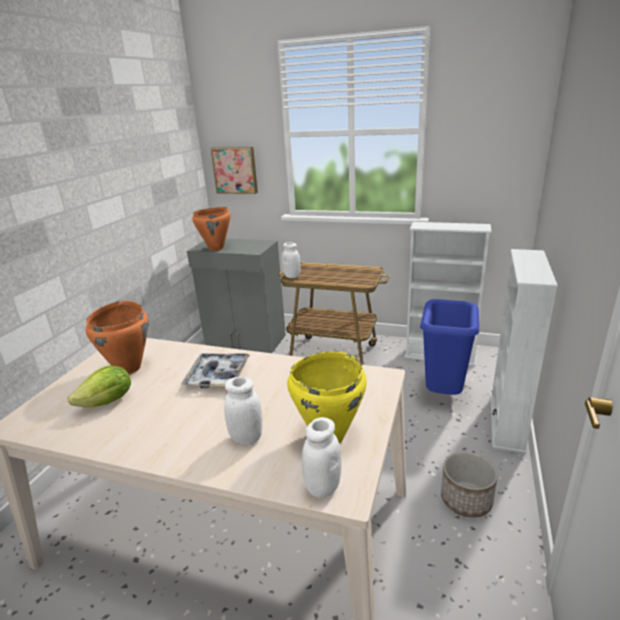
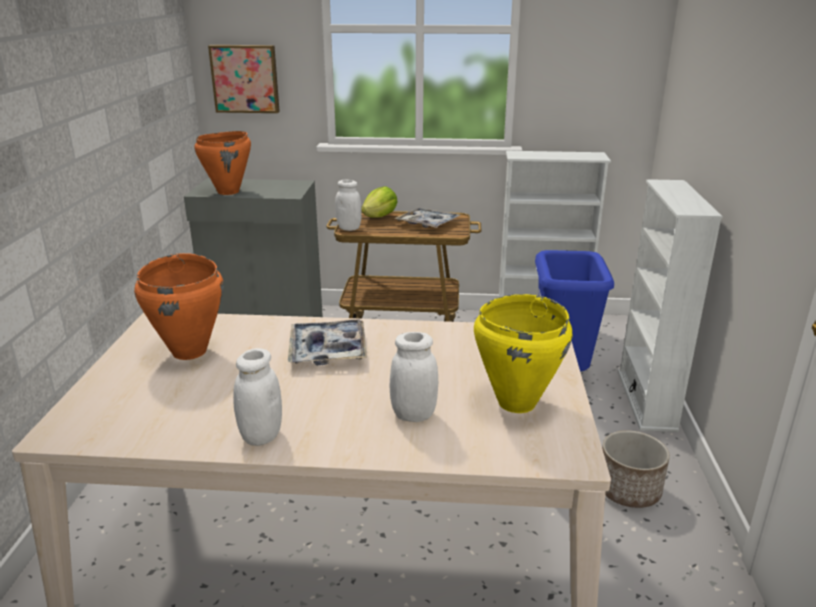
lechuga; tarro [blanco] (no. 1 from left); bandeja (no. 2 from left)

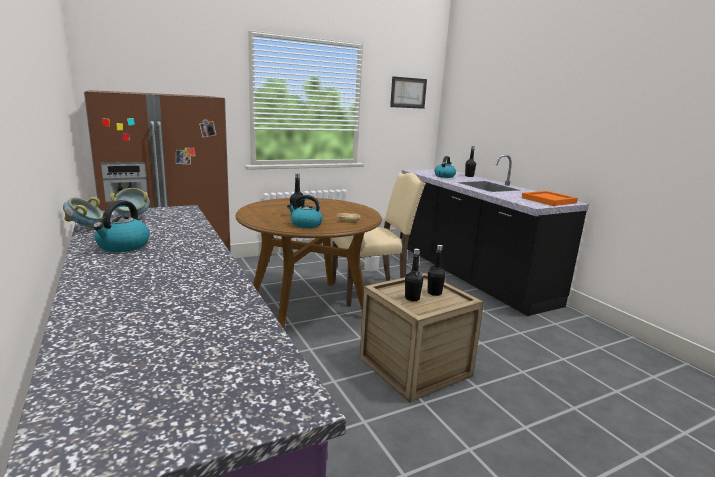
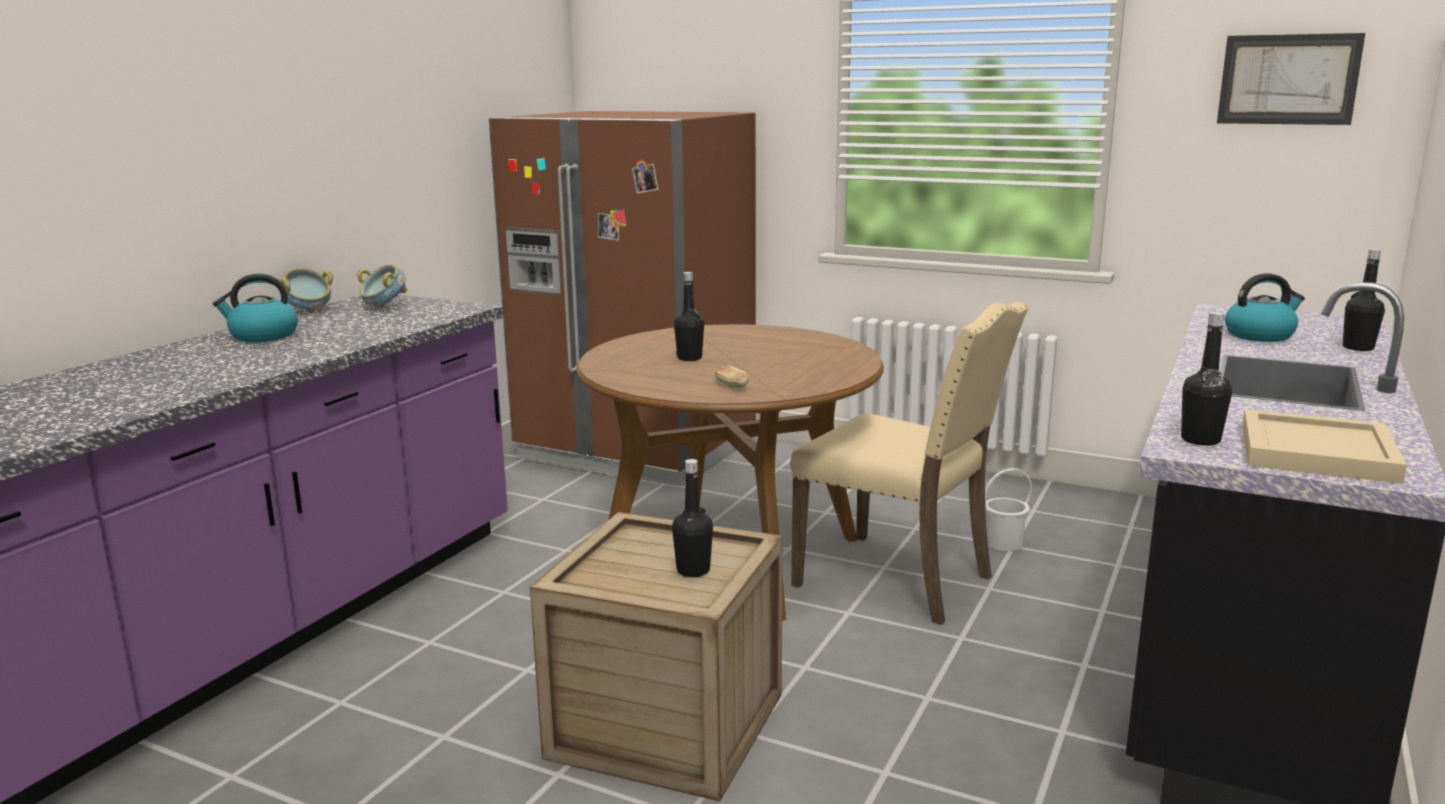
bandeja [beis]; hervidor (no. 2 from left in the first image); botella [negro] (no. 3 from left)

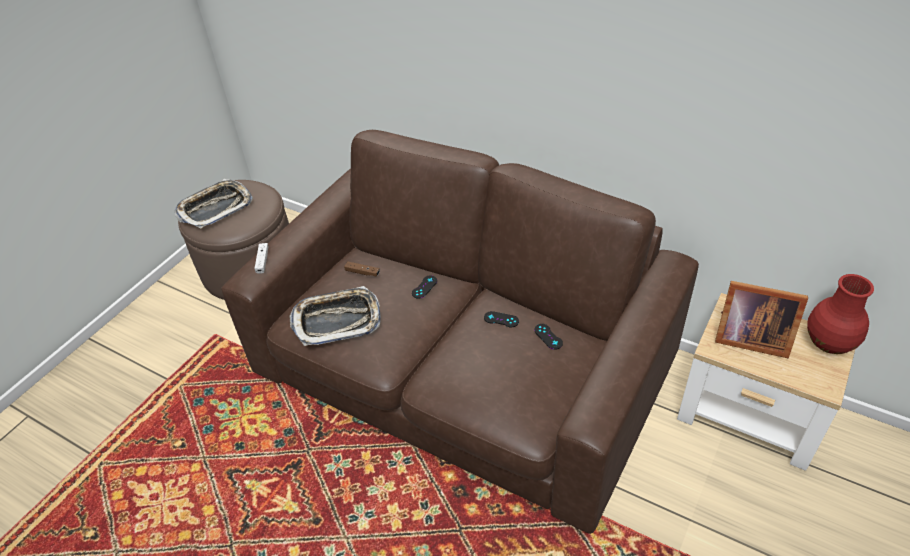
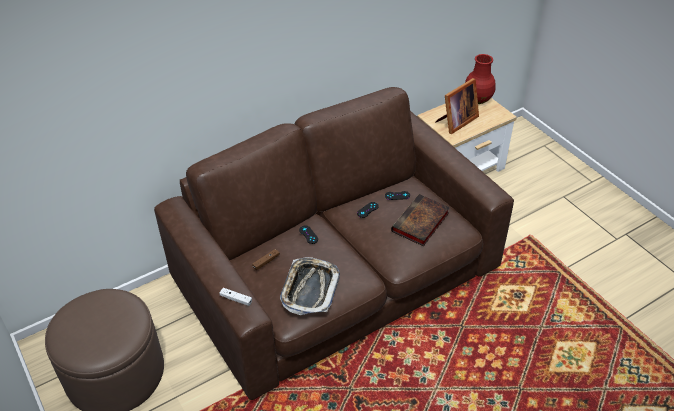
bandeja (no. 1 from left in the first image); libro

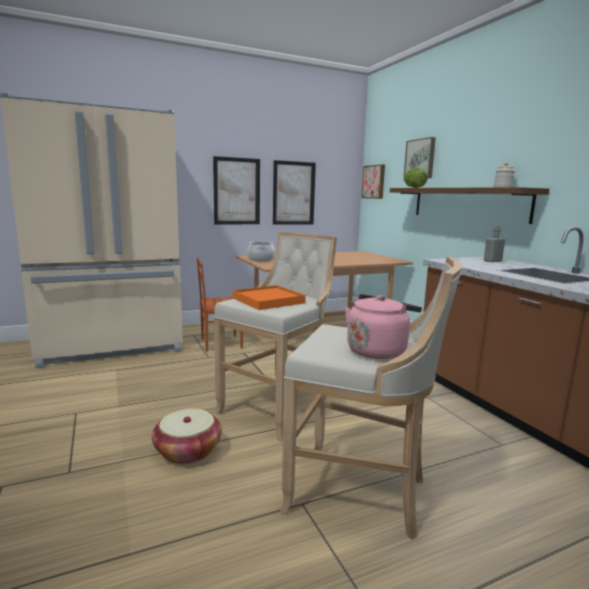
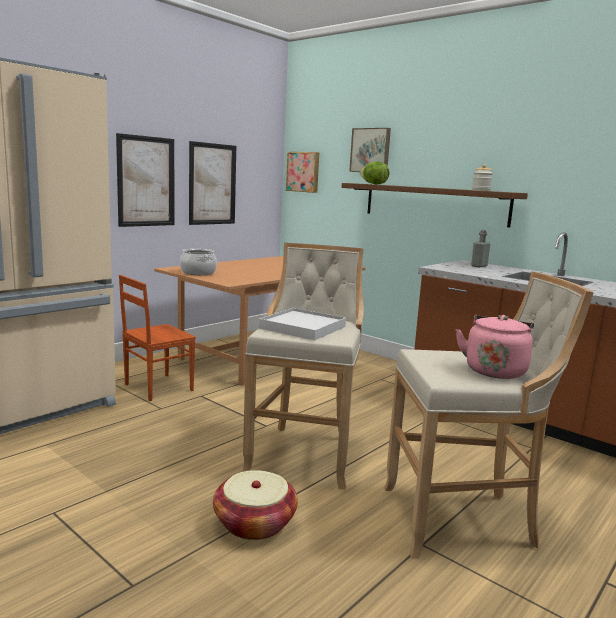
bandeja [blanco]

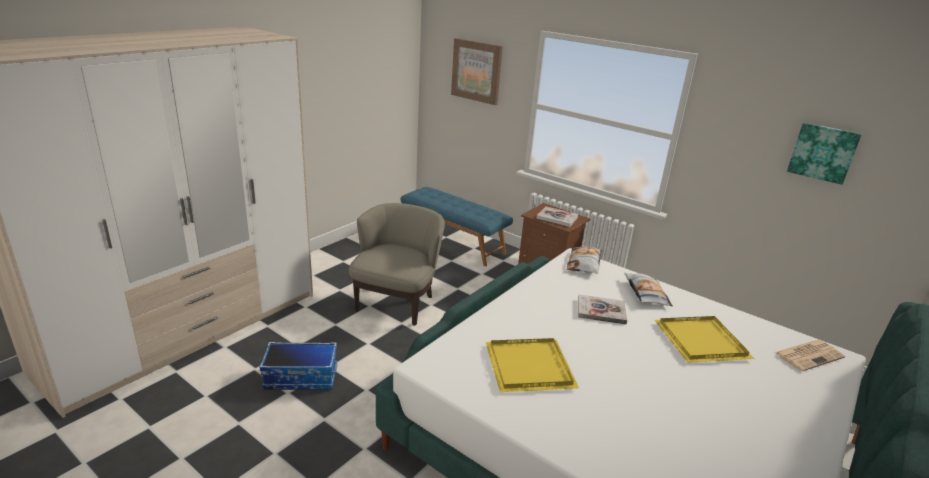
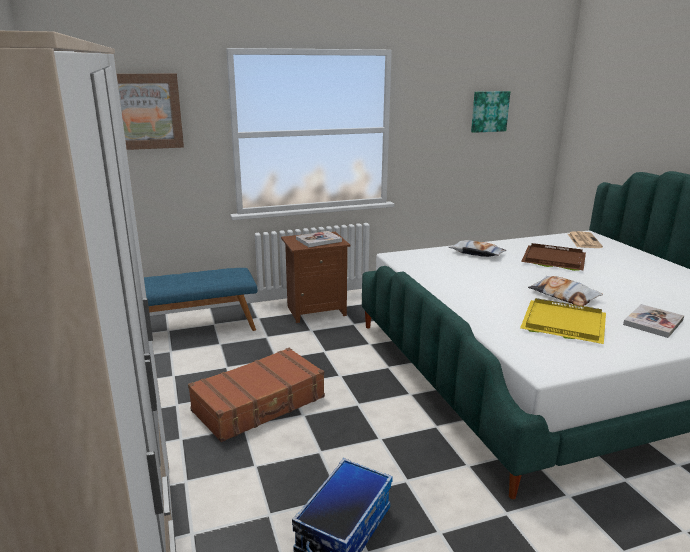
maleta [marrón]; cojín (no. 2 from left); libro (no. 2 from left); bandeja [marrón]

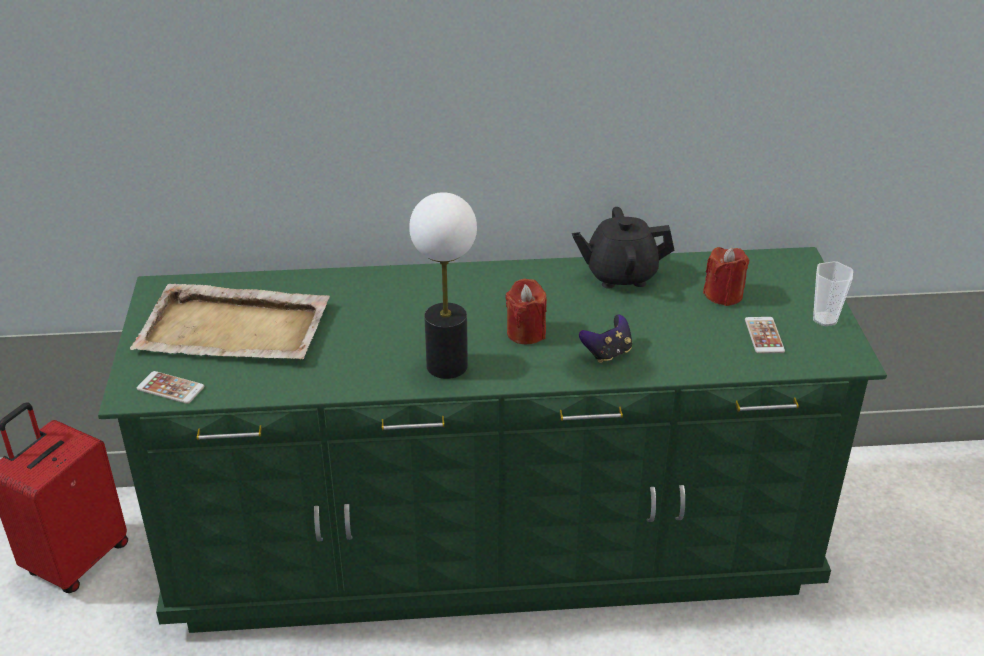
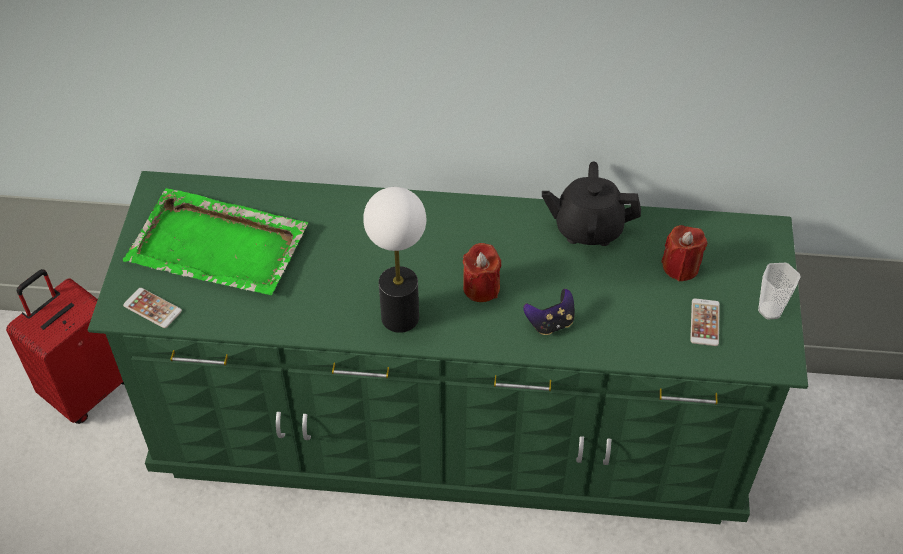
bandeja [verde]

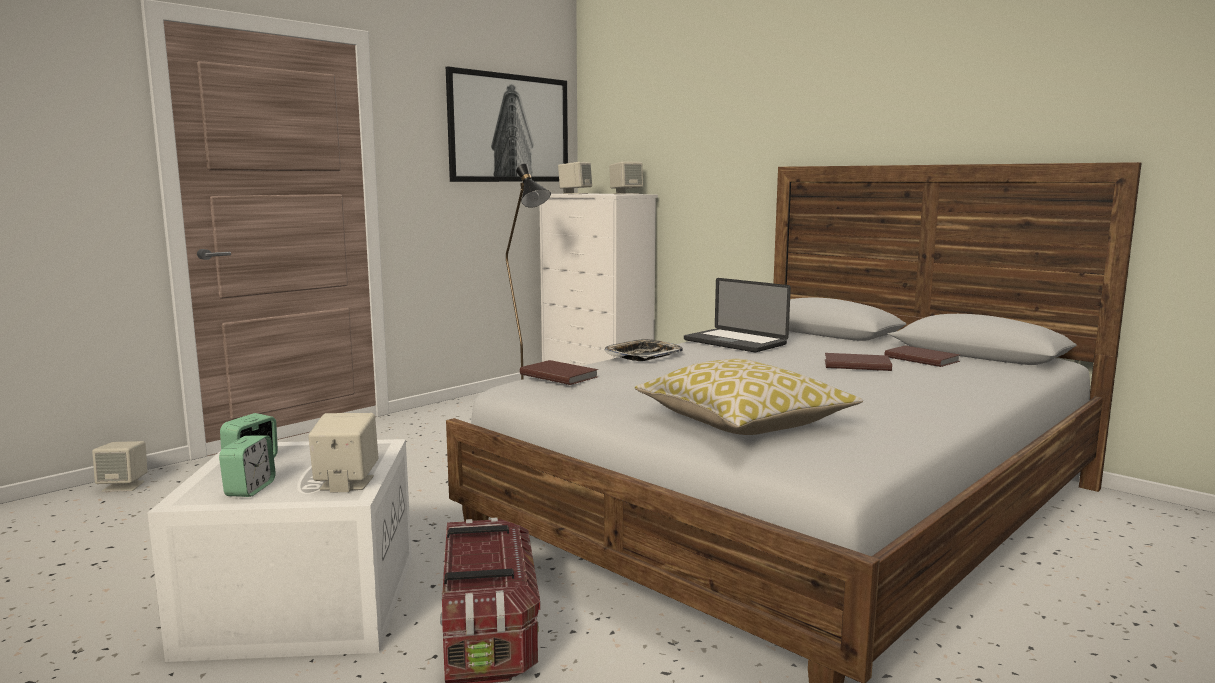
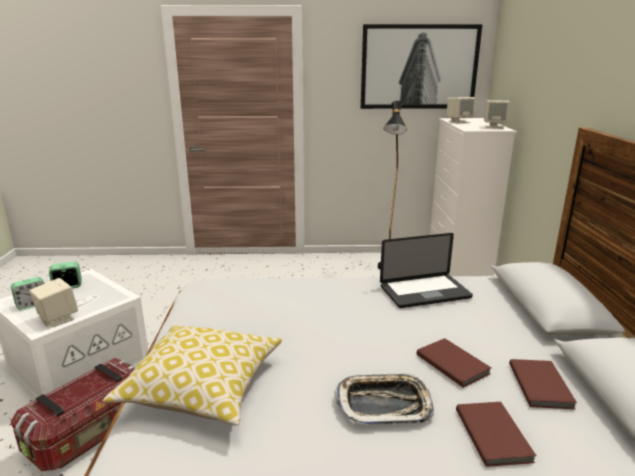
portátil; bandeja; libro [marrón] (no. 2 from left); altavoz [beis] (no. 1 from left in the first image)

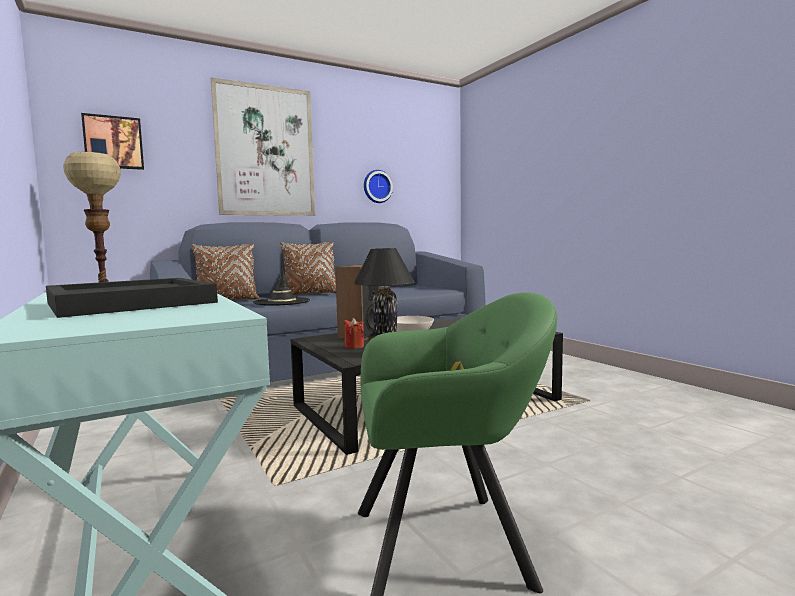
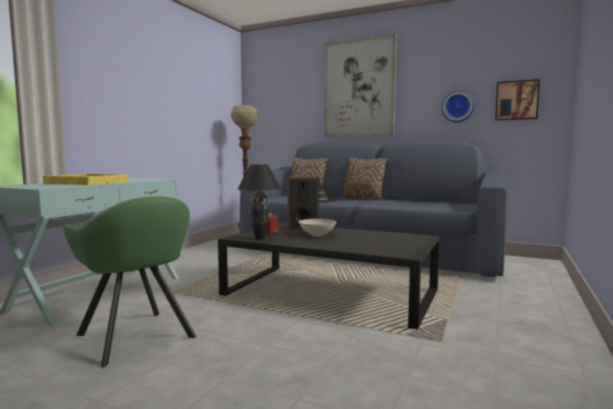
cuadro (no. 2 from left); bandeja [amarillo]

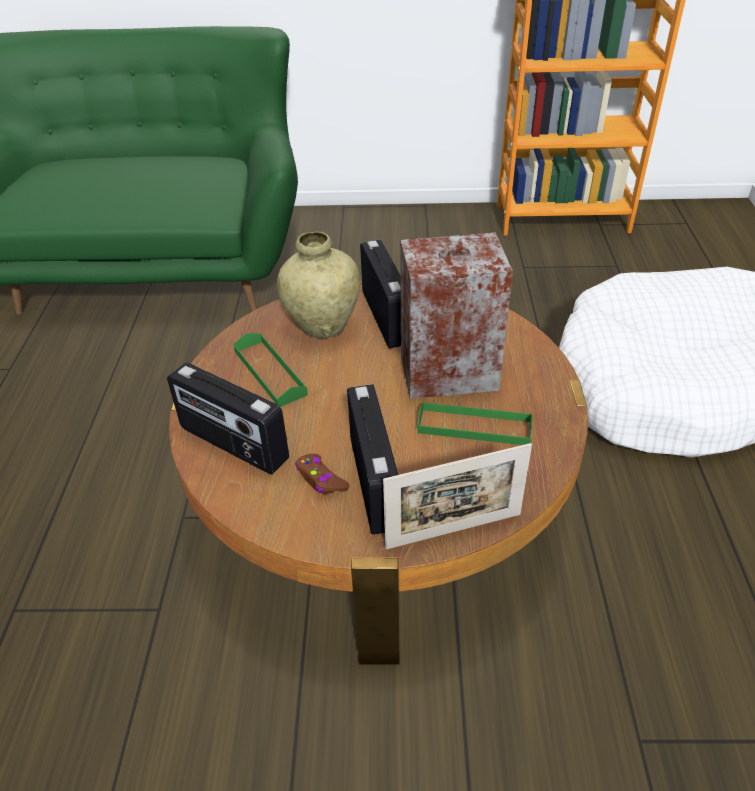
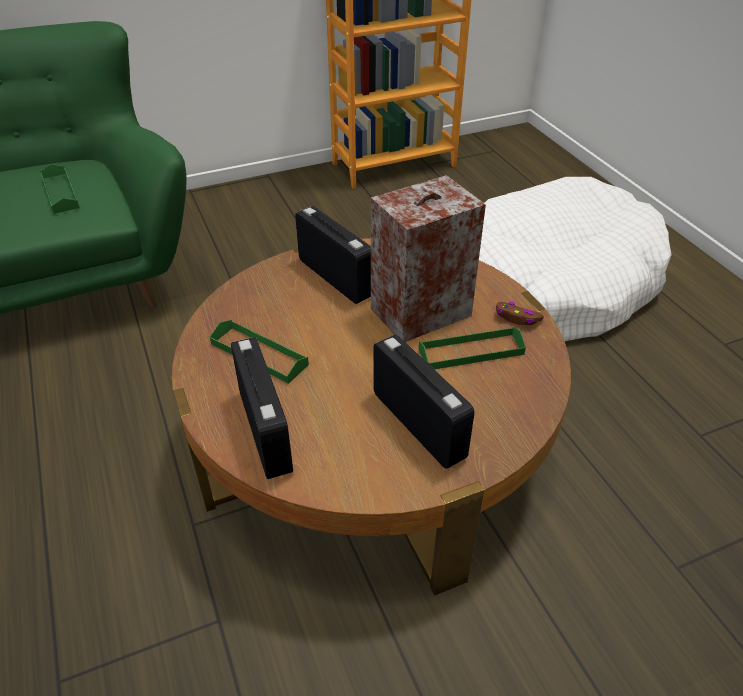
florero [beis]; radio (no. 1 from left); portarretratos; mando de consola [marrón]; bandeja [verde] (no. 1 from left)

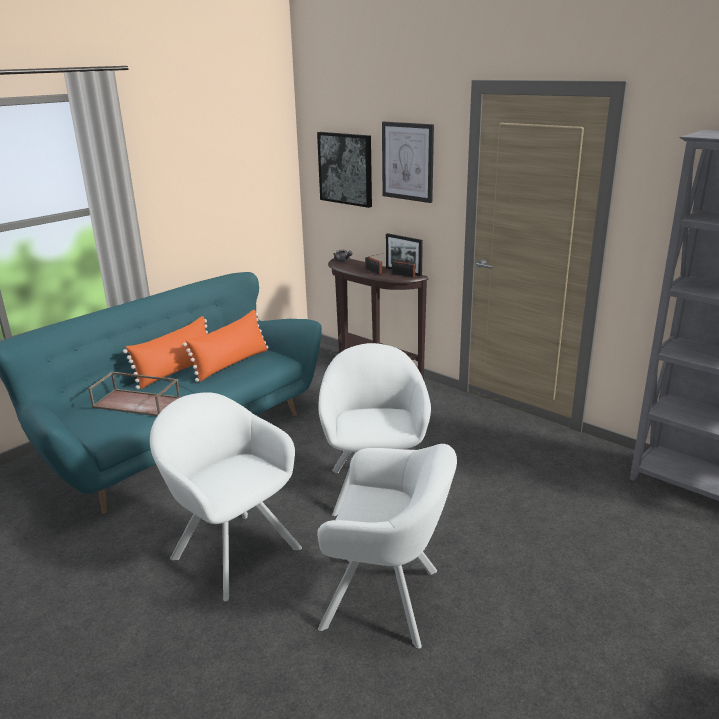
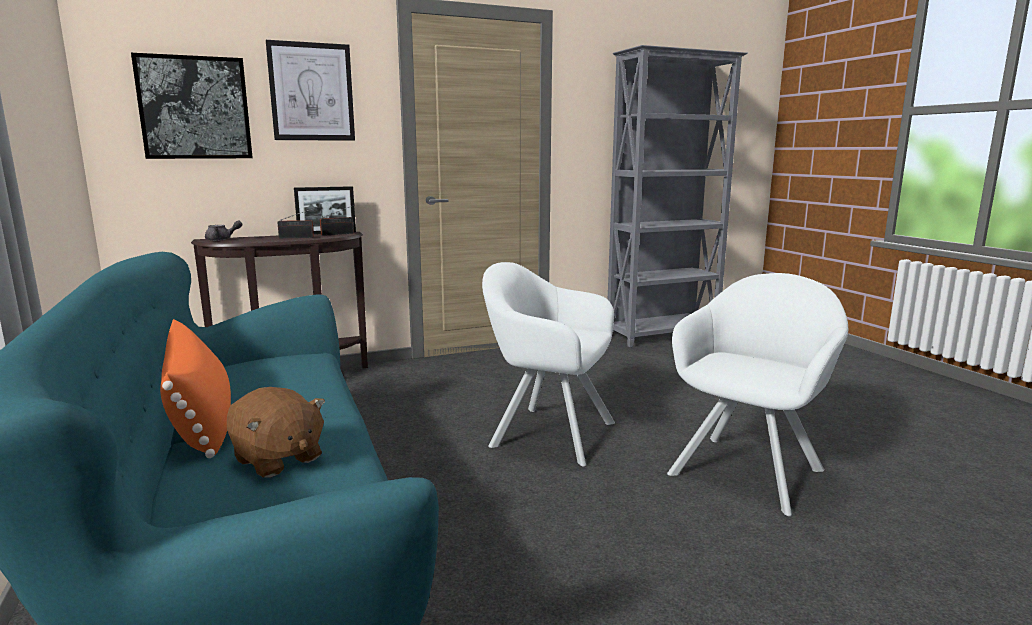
cojín [naranja] (no. 2 from left in the first image); peluche [marrón]; sillón [blanco] (no. 1 from left in the first image)

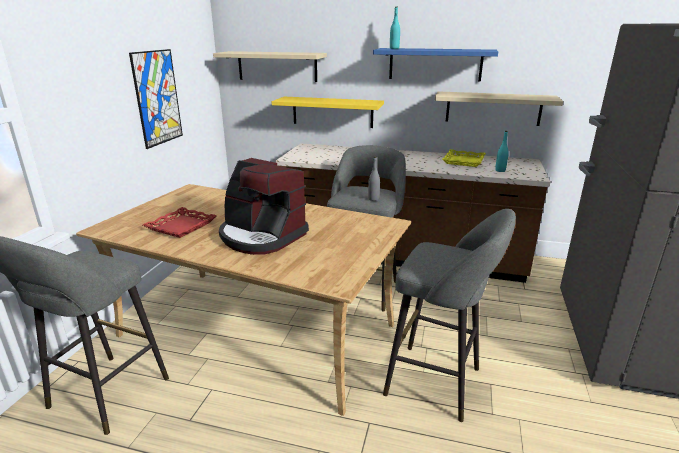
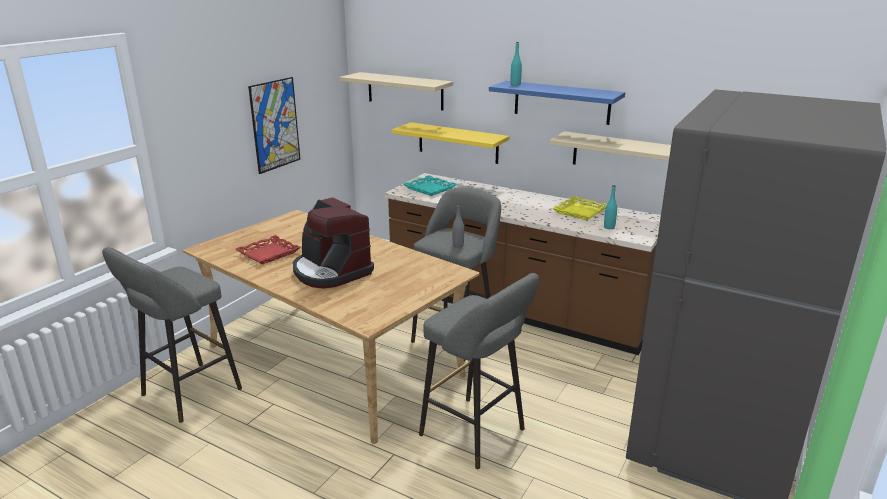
bandeja [turquesa]

